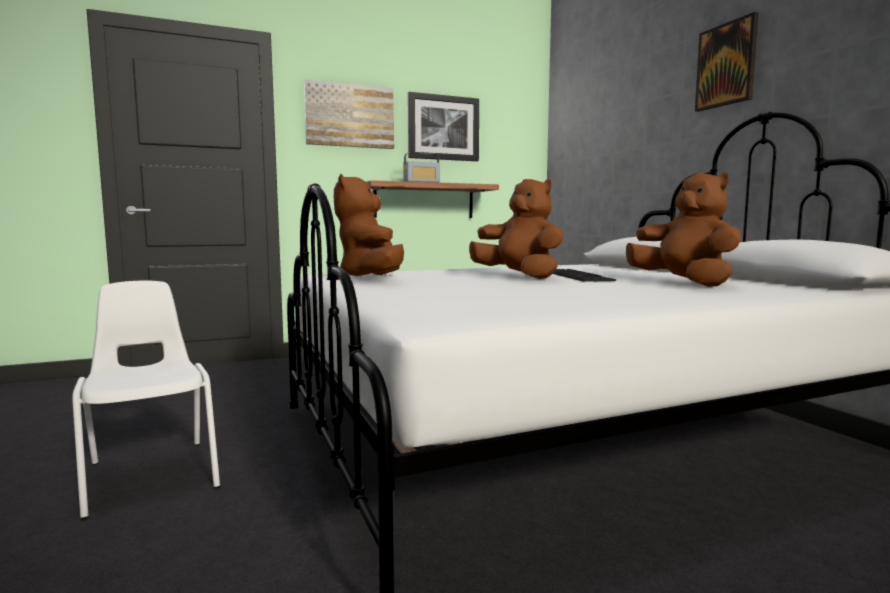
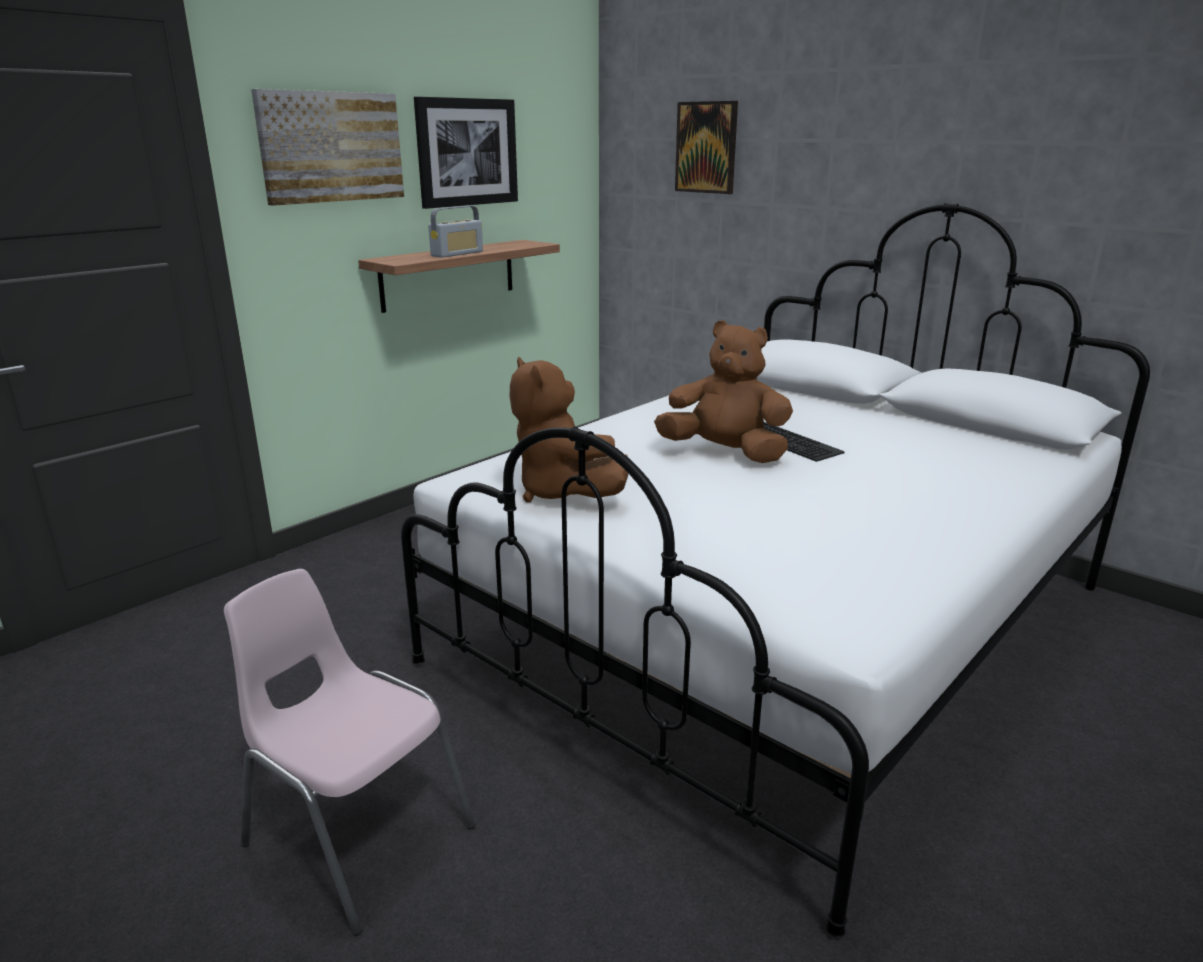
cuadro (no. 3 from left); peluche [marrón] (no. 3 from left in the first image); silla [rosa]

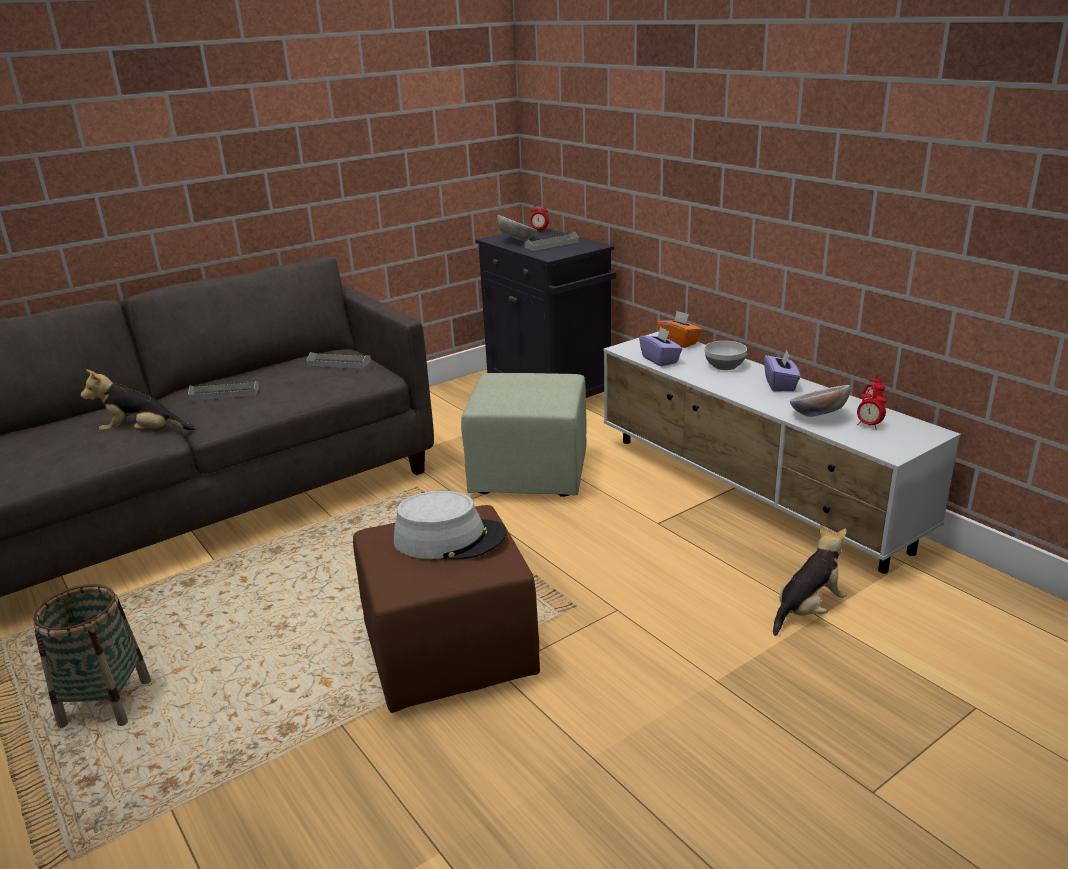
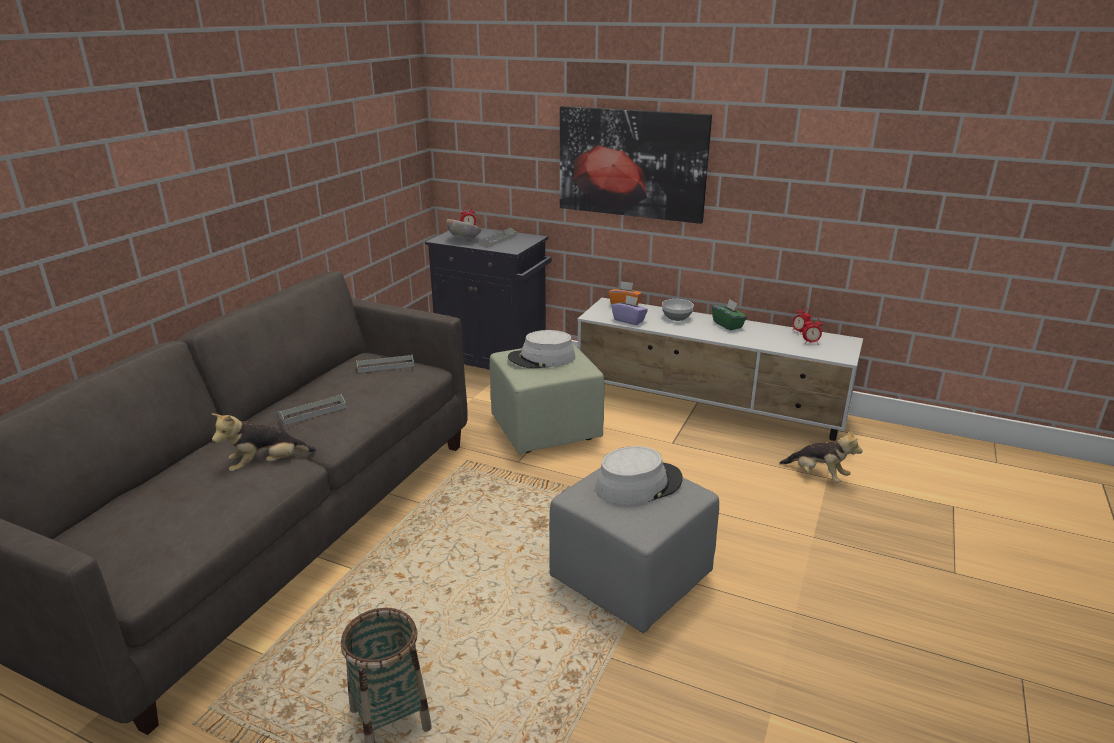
caja de pañuelos [verde]; cuenco (no. 3 from left in the first image); puf [gris]; peluche (no. 2 from left); cuadro; sombrero [gris] (no. 1 from left)

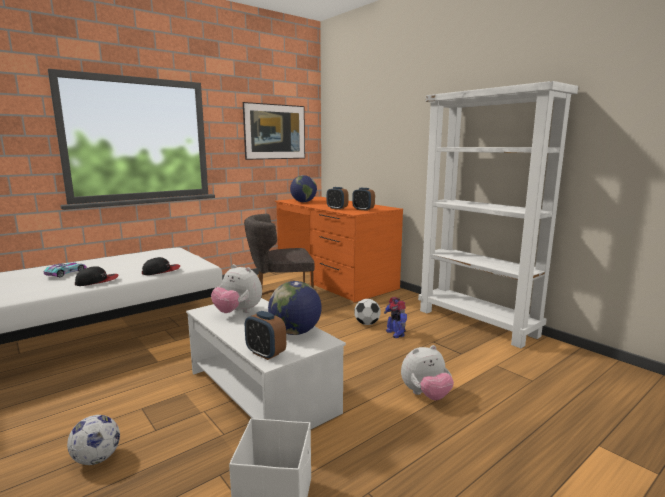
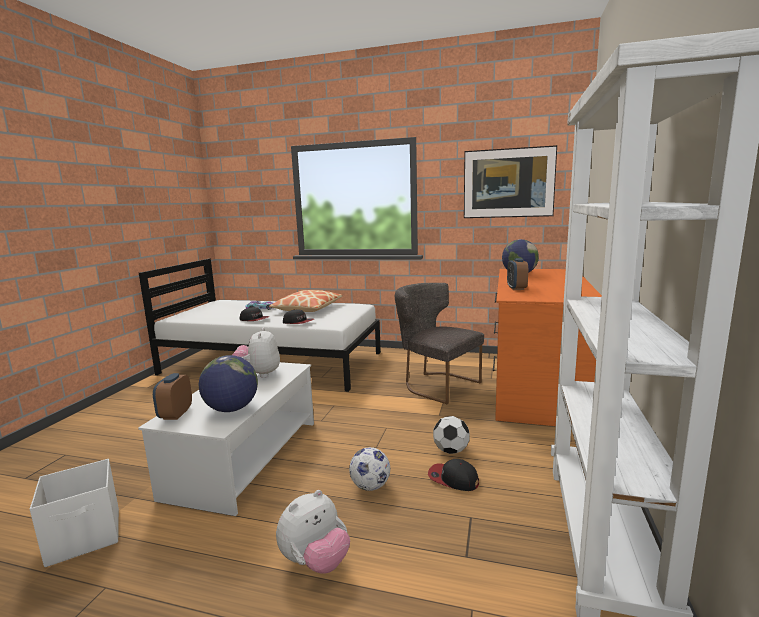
despertador (no. 3 from left in the first image); gorra (no. 3 from left); peluche (no. 2 from left); balón de fútbol (no. 1 from left); cojín

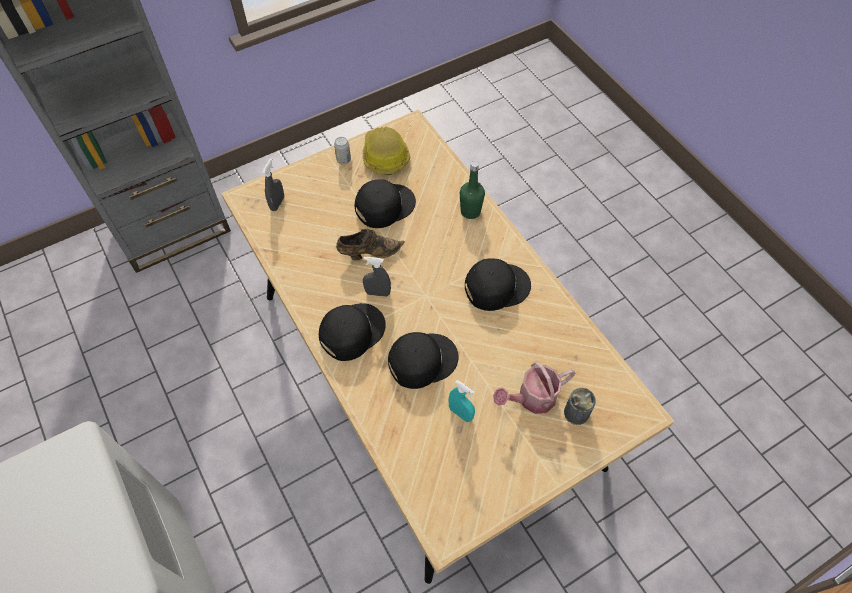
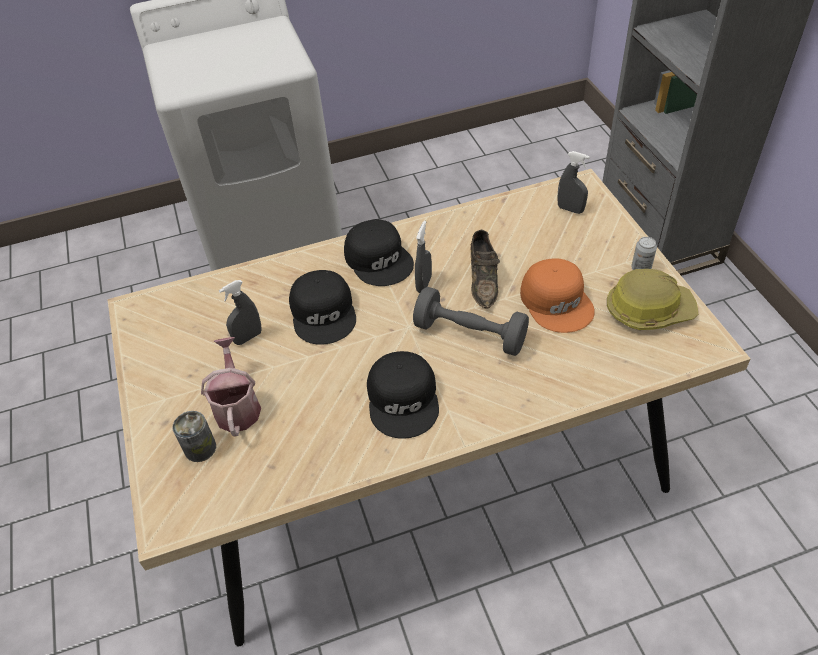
botella [verde]; gorra [naranja]; pulverizador [gris] (no. 1 from left); mancuerna [gris]

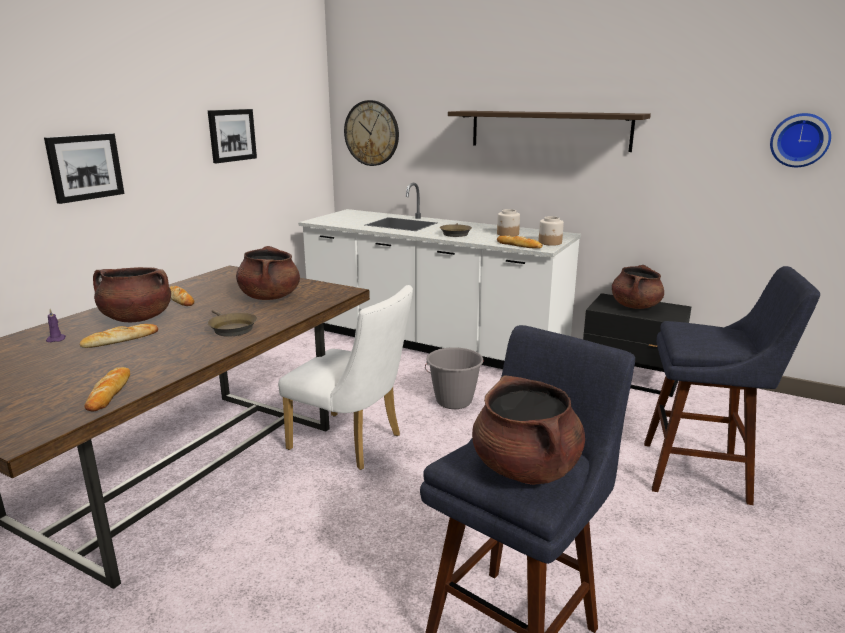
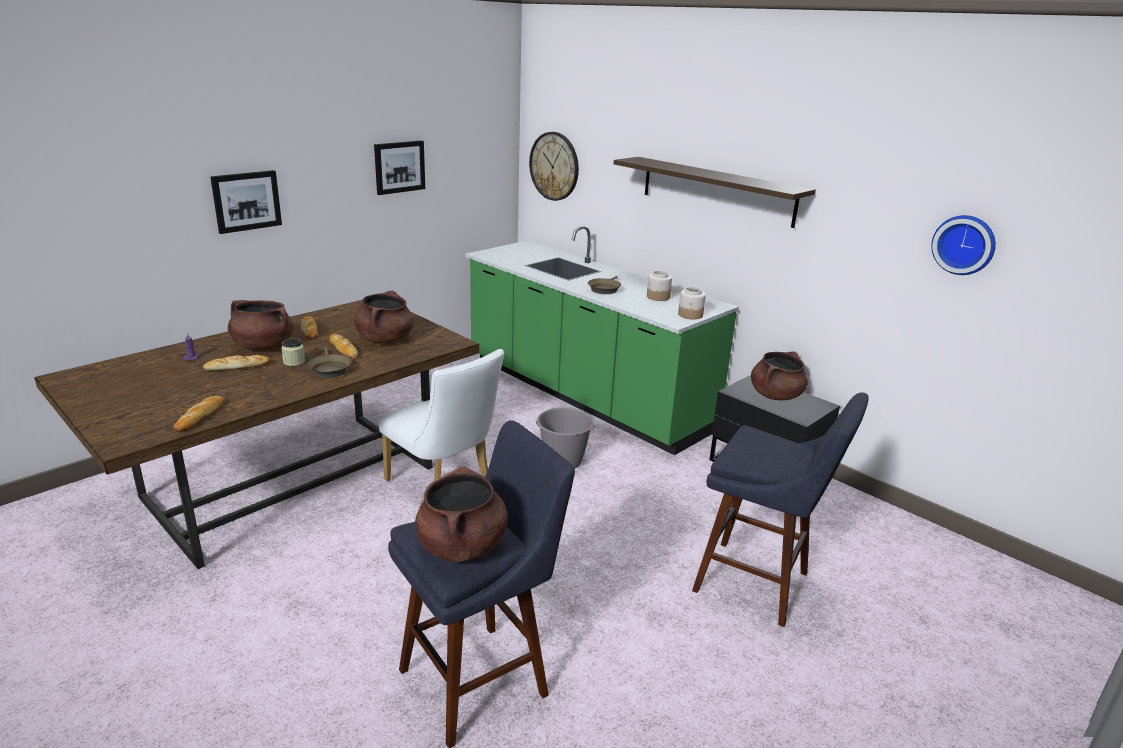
mueble bajo de cocina [verde]; pan (no. 4 from left); tarro (no. 1 from left)

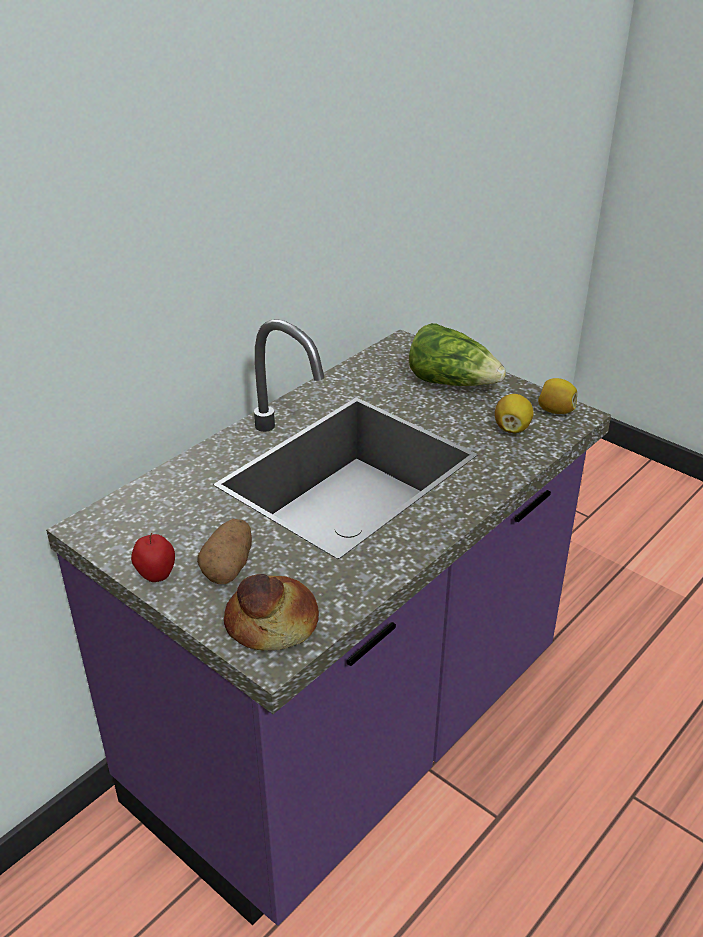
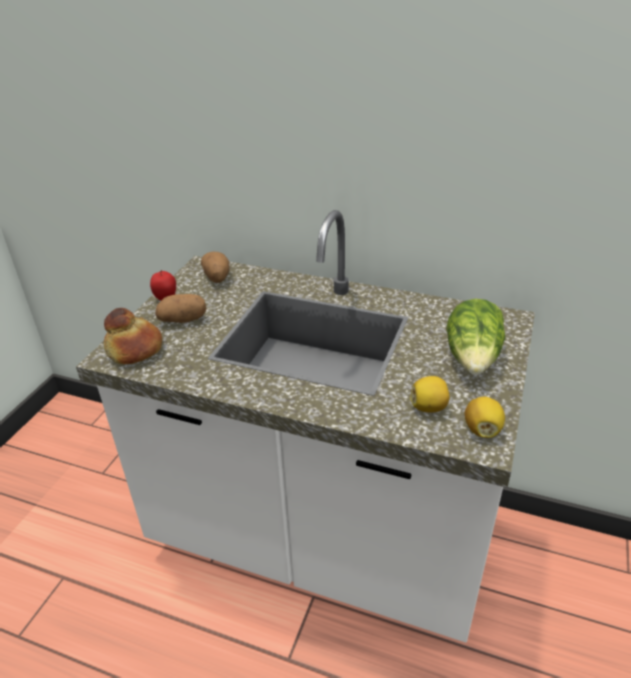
mueble bajo de cocina [blanco]; patata (no. 2 from left)

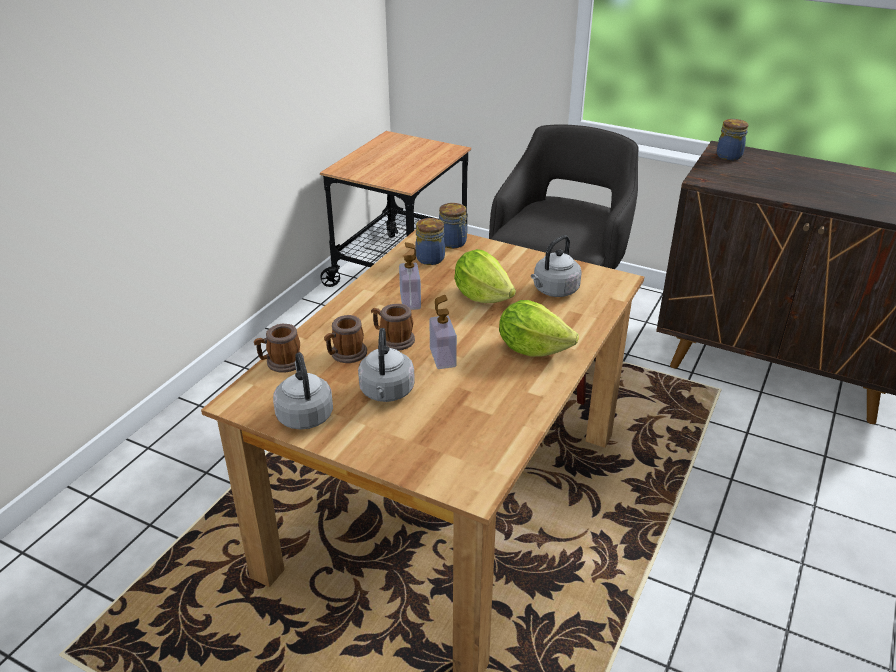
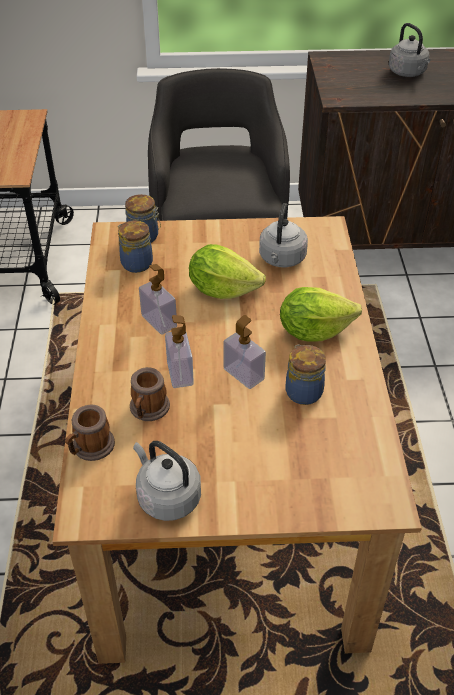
tarro (no. 3 from left); dispensador de jabón (no. 2 from left); hervidor [gris] (no. 3 from left)

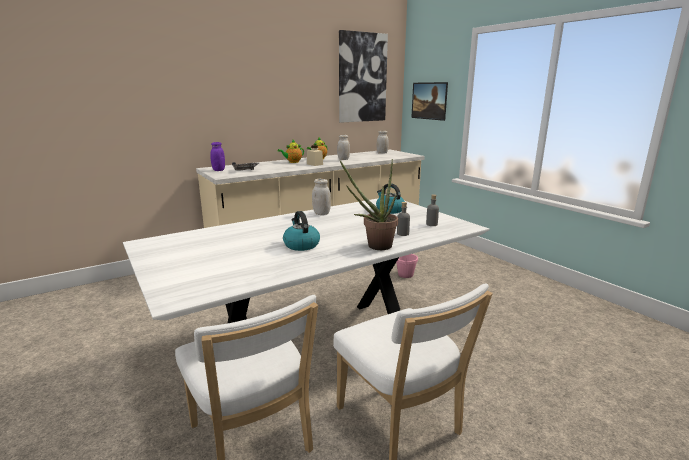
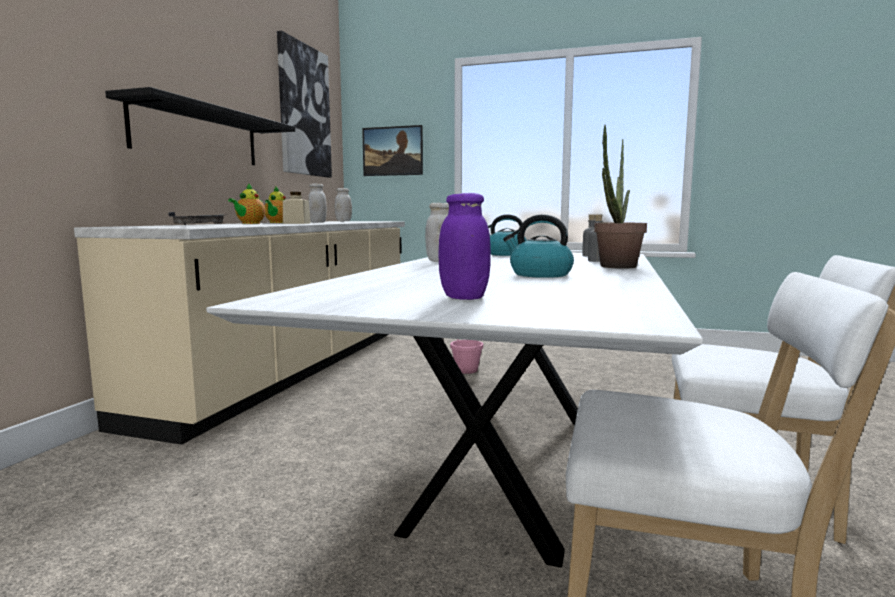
tarro [morado]; estante [negro]

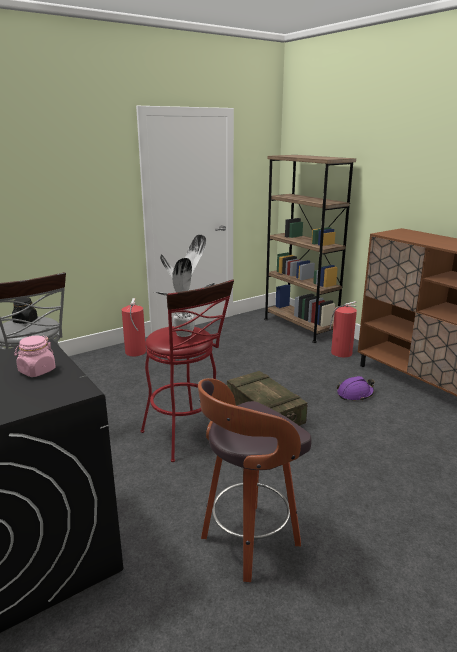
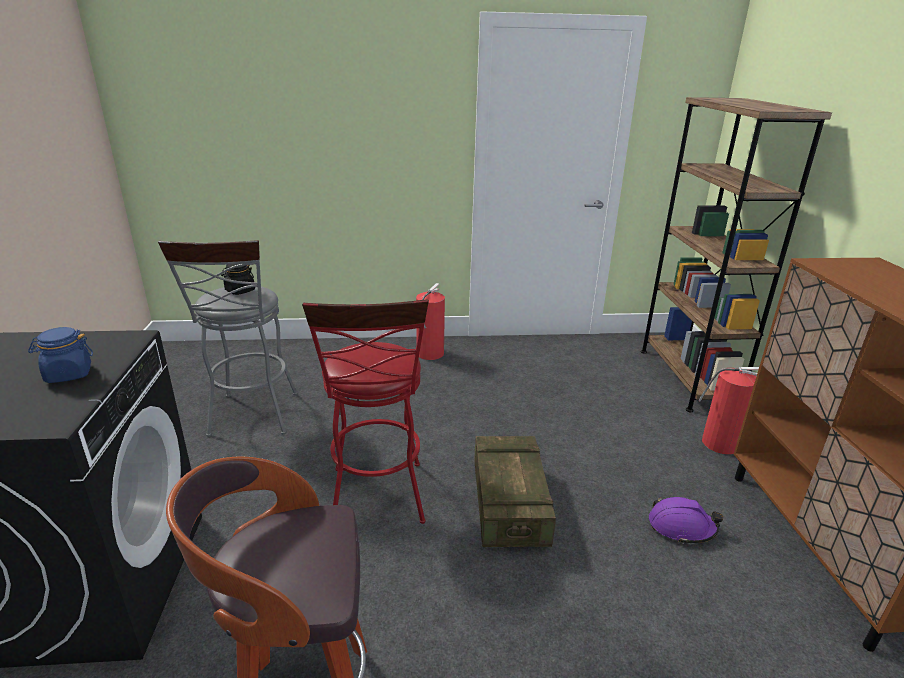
planta en maceta; tarro [azul]

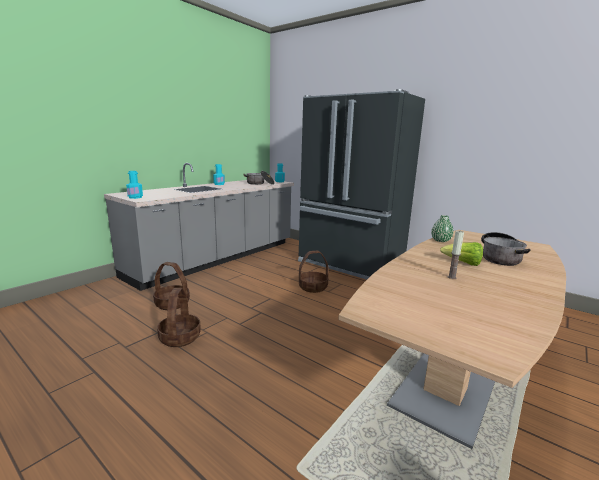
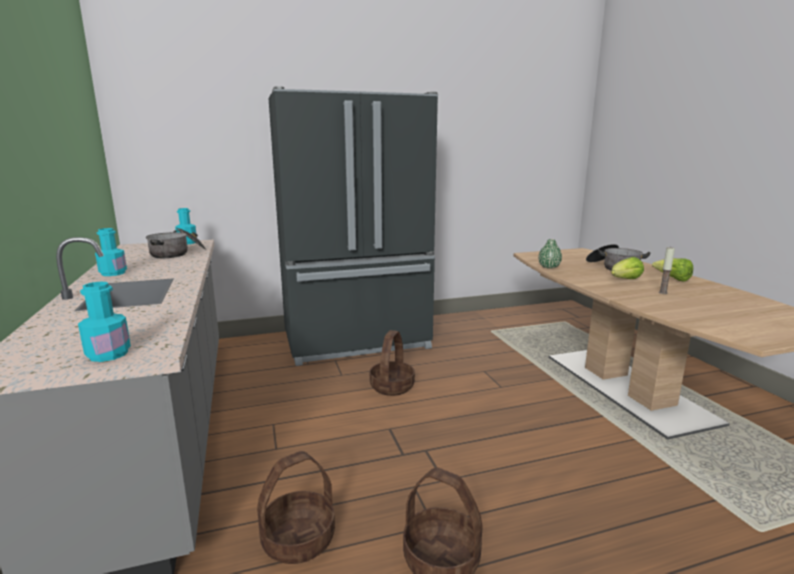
lechuga (no. 2 from left)

